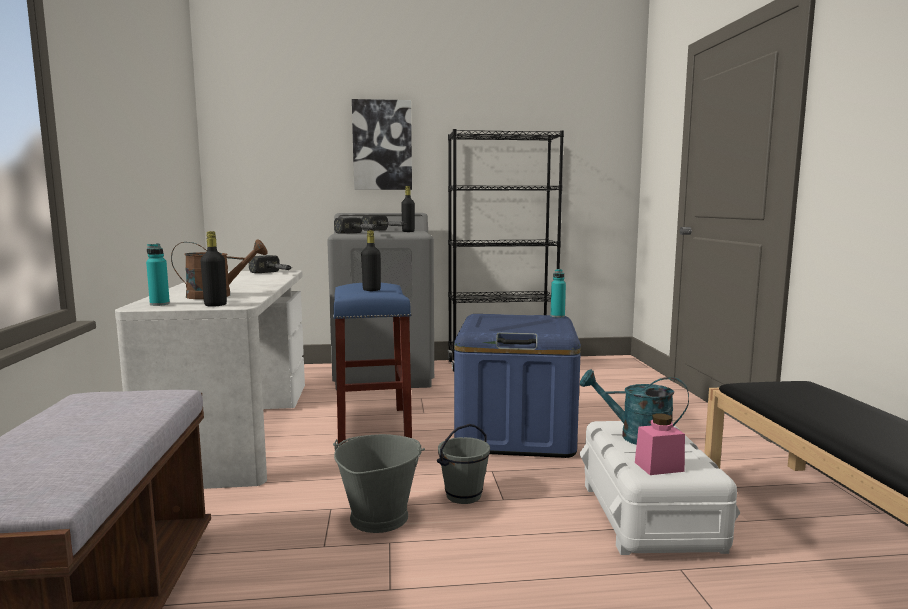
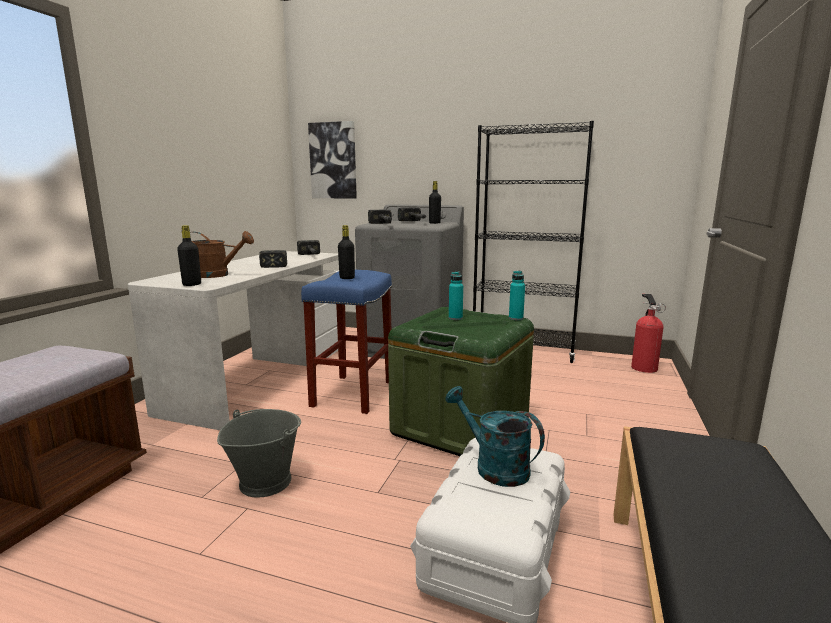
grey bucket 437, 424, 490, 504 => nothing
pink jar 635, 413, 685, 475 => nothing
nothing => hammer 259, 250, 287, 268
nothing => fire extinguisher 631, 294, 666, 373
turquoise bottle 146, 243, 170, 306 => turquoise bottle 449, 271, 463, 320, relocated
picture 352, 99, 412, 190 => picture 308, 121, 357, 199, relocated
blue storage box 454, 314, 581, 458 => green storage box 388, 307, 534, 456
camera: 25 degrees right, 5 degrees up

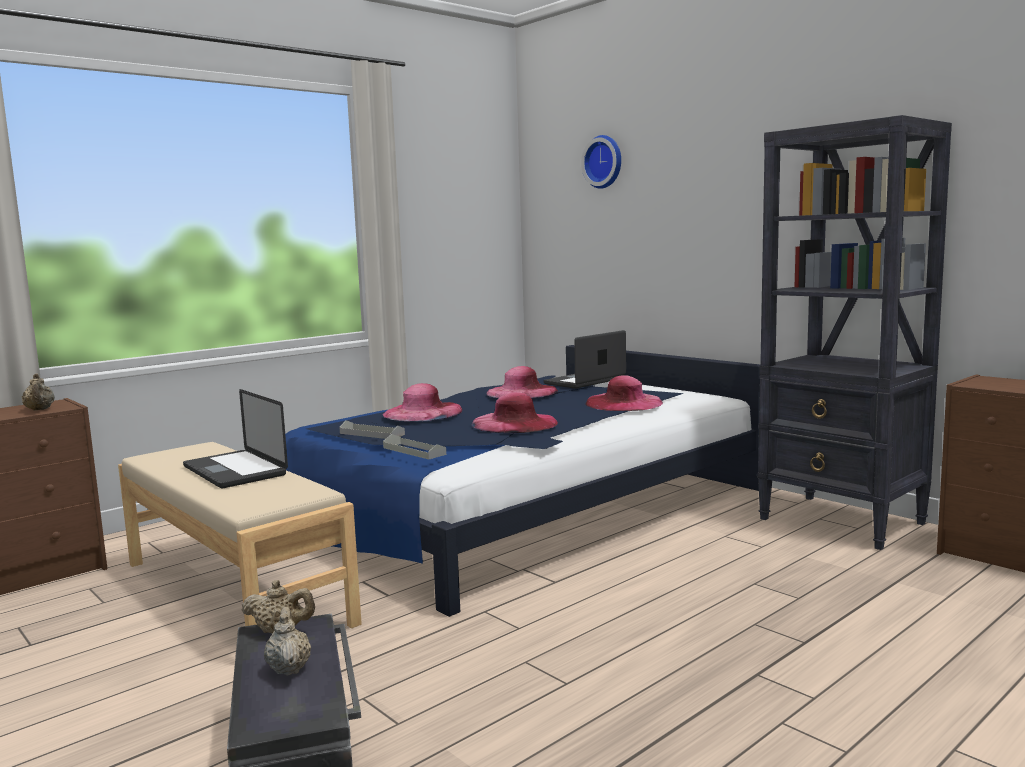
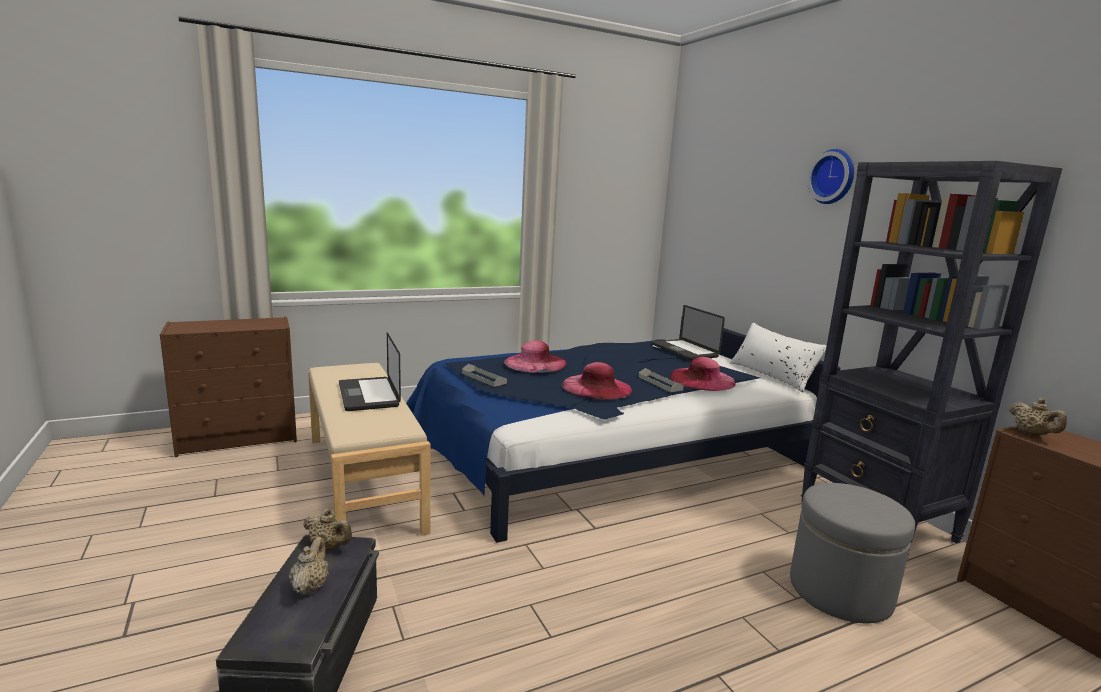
pink hat 487, 366, 558, 398 => nothing
nothing => white pillow 730, 323, 827, 393
nothing => grey ottoman 790, 483, 915, 623
beige teapot 22, 373, 55, 410 => beige teapot 1009, 398, 1067, 435, relocated
grey tray 383, 434, 446, 459 => grey tray 639, 368, 684, 392, relocated
wall clock 581, 135, 621, 189 => wall clock 807, 149, 854, 204, relocated
laptop 543, 330, 626, 389 => laptop 652, 305, 725, 360, 90 degrees counterclockwise
camera: 15 degrees right, 5 degrees up

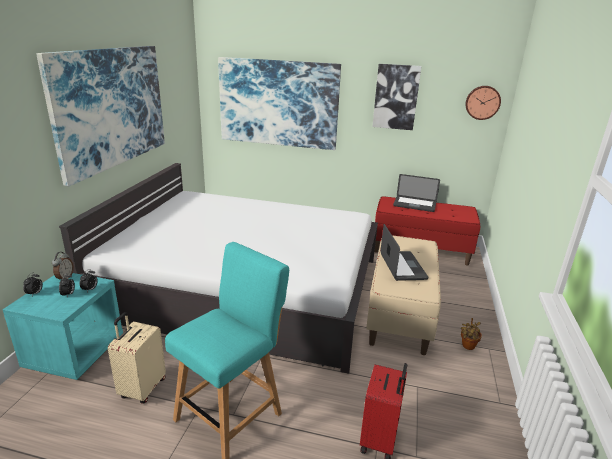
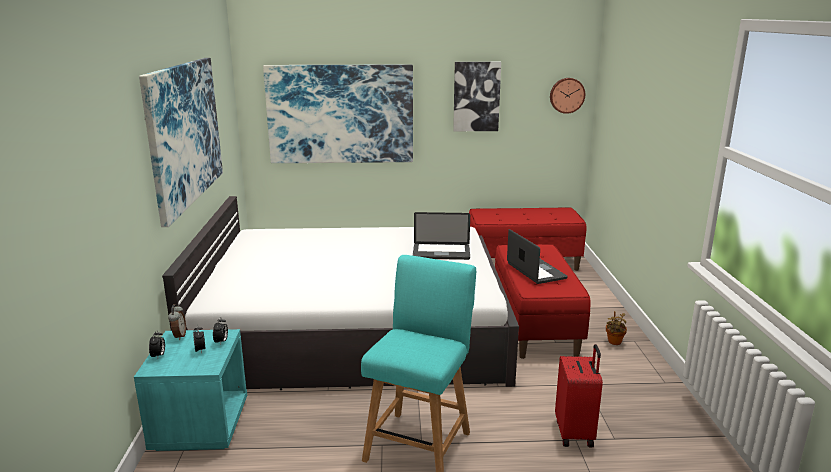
beige suitcase 108, 312, 166, 404 => nothing
laptop 393, 174, 440, 212 => laptop 413, 212, 470, 260, relocated
beige bench 366, 235, 441, 355 => red bench 495, 244, 591, 359
camera: 15 degrees left, 5 degrees down

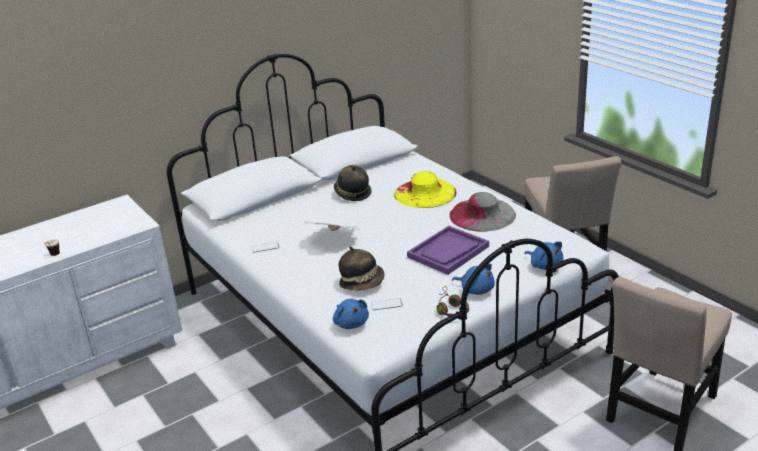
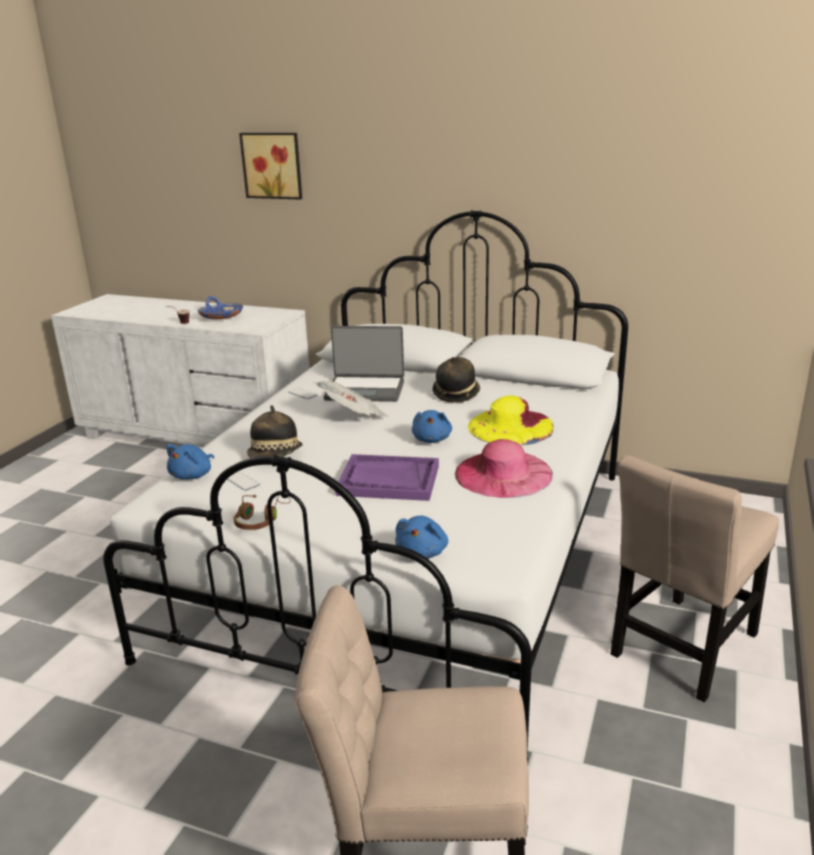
nothing => blue bowl 198, 296, 243, 319
nothing => picture 239, 133, 302, 200
nothing => laptop 324, 326, 404, 402
blue plush toy 452, 263, 495, 295 => blue plush toy 412, 410, 452, 443, relocated
grey hat 450, 192, 516, 232 => pink hat 455, 439, 553, 498
camera: 55 degrees right, 5 degrees down

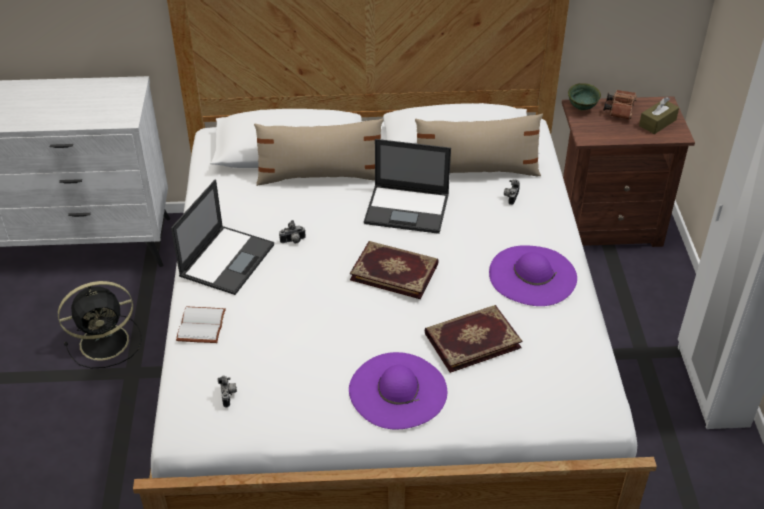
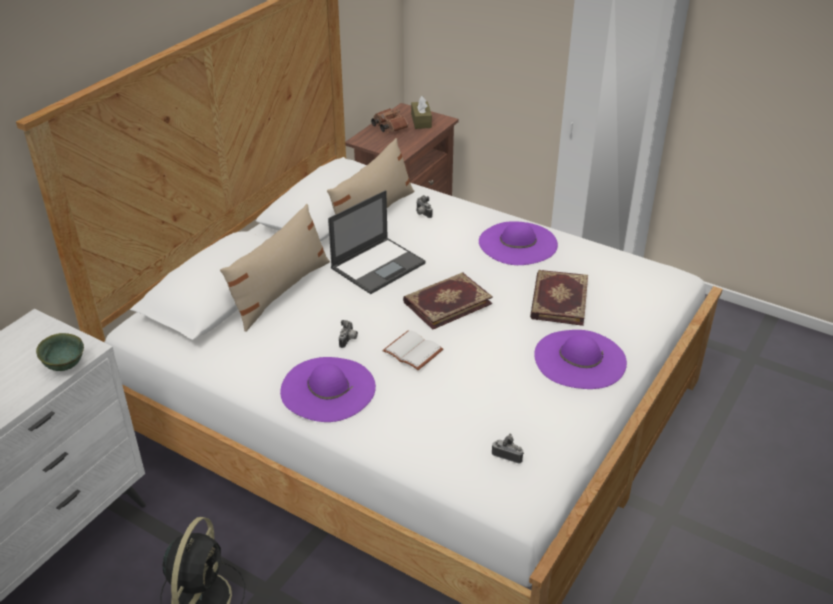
white book 176, 306, 226, 343 => white book 382, 330, 443, 370, relocated
green bowl 568, 83, 601, 110 => green bowl 36, 333, 84, 371, relocated
laptop 171, 179, 274, 295 => purple hat 280, 357, 376, 422
camera: 55 degrees left, 5 degrees down

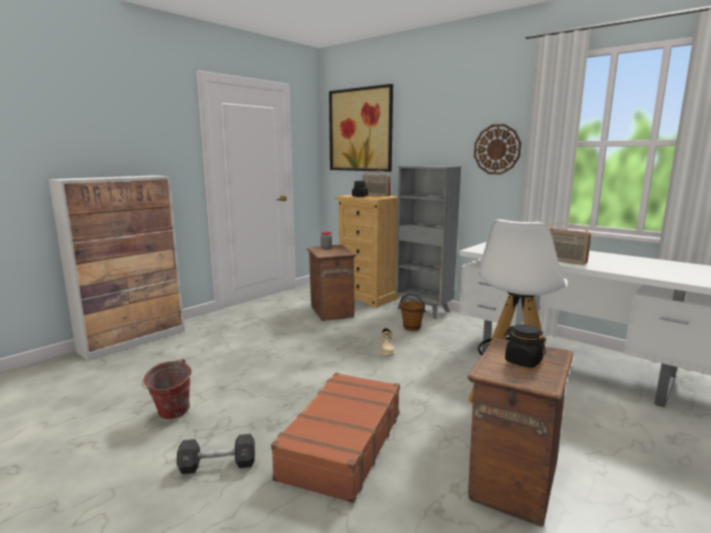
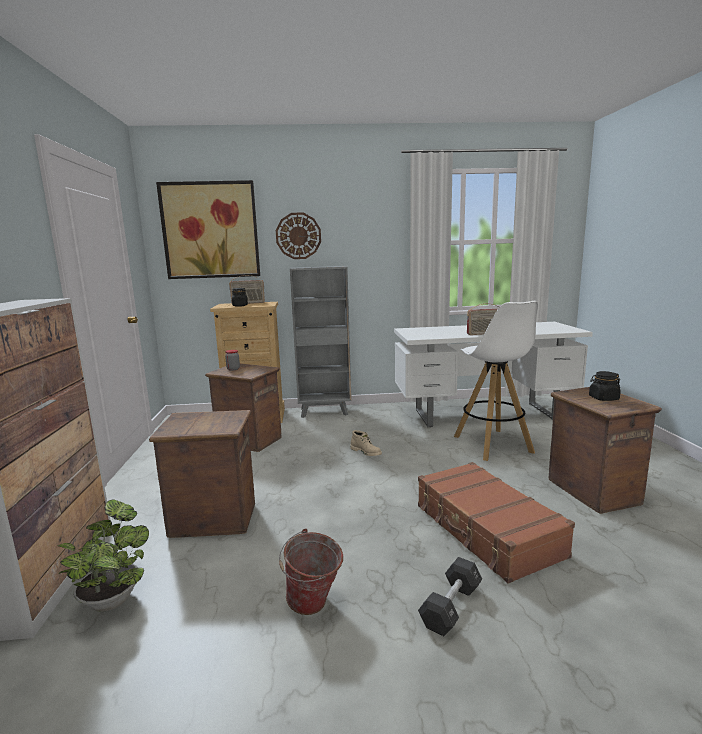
brown bucket 399, 294, 426, 331 => nothing
nothing => potted plant 57, 499, 149, 612
nothing => crate 149, 410, 255, 538
wall clock 474, 124, 521, 175 => wall clock 276, 212, 321, 259, relocated
camera: 45 degrees left, 0 degrees up

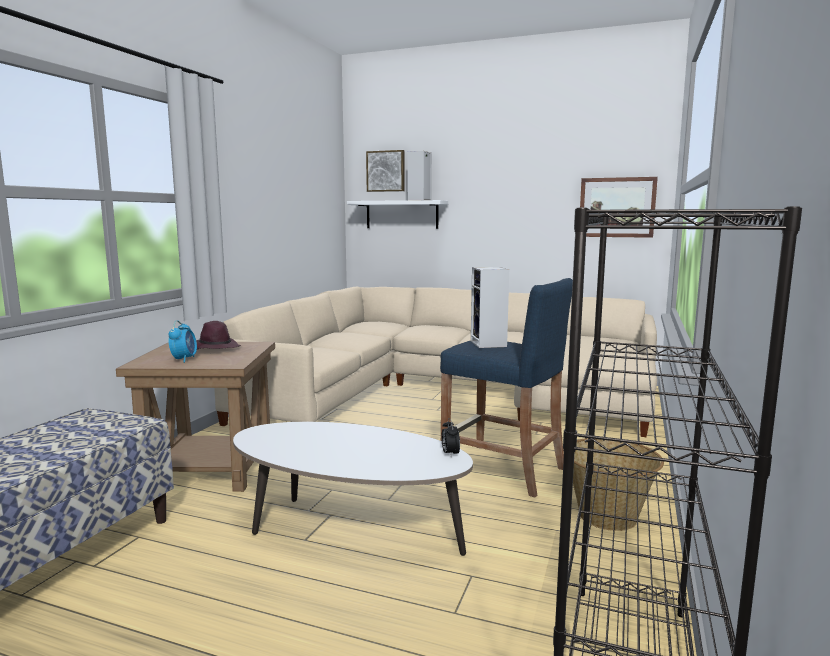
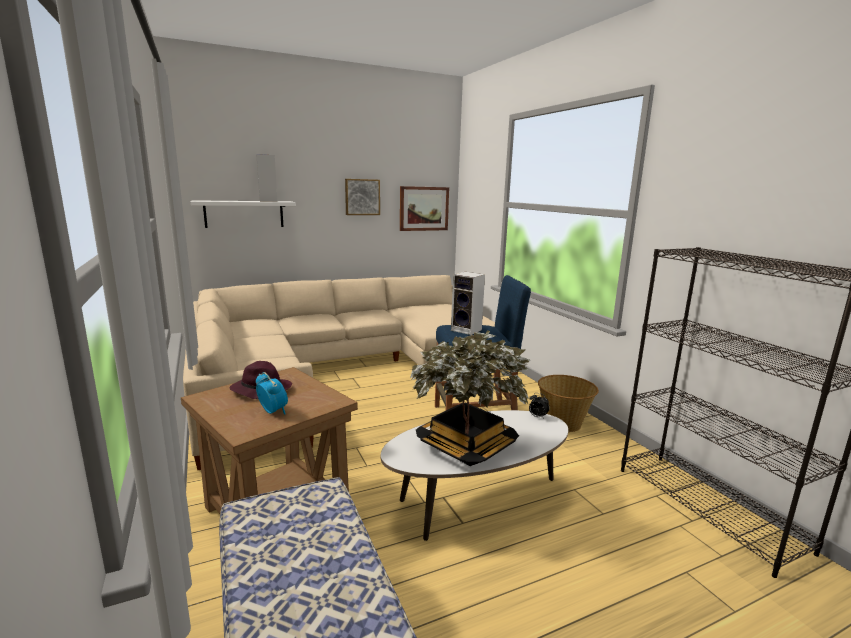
nothing => potted plant 410, 330, 530, 466
picture 366, 150, 405, 192 => picture 345, 179, 380, 215, relocated
camera: 45 degrees left, 5 degrees up

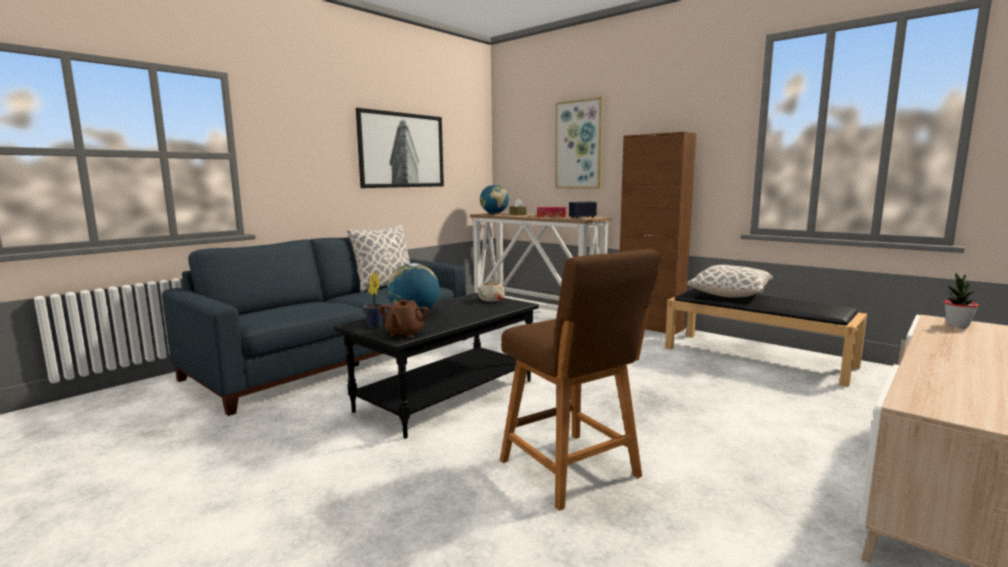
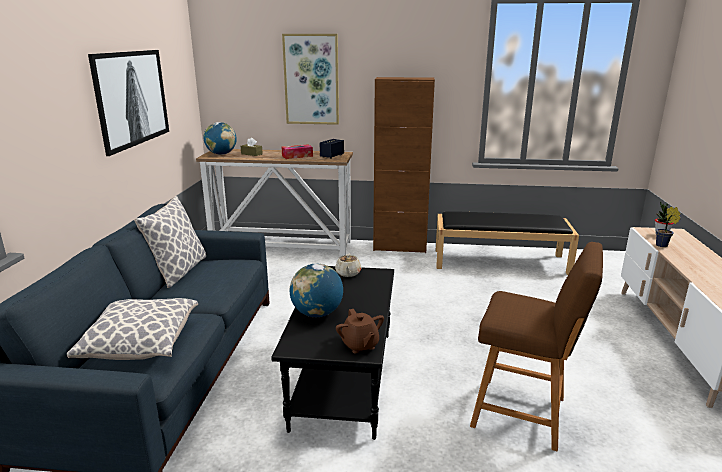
potted plant 363, 272, 384, 327 => potted plant 656, 206, 681, 247, relocated
pillow 687, 265, 773, 298 => pillow 67, 298, 198, 360, relocated
camera: 35 degrees left, 10 degrees up

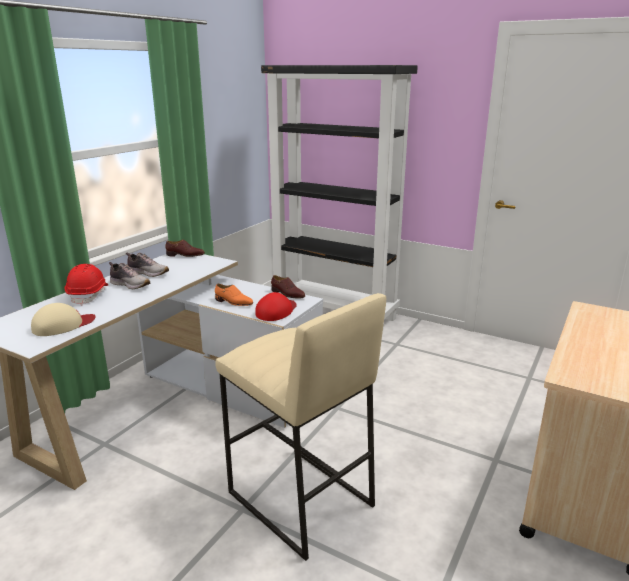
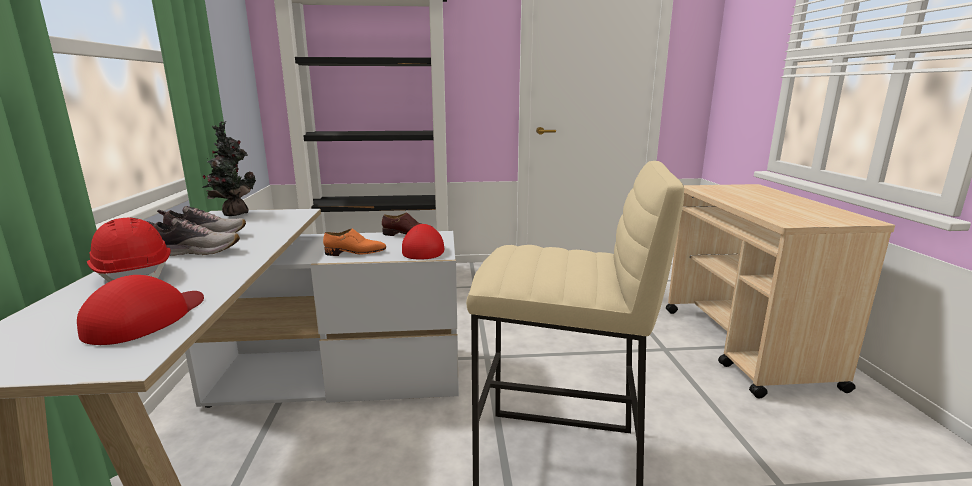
brown shoe 165, 240, 205, 257 => potted plant 202, 121, 256, 216
beige cap 31, 303, 96, 336 => red cap 77, 275, 204, 345
camera: 35 degrees left, 5 degrees down

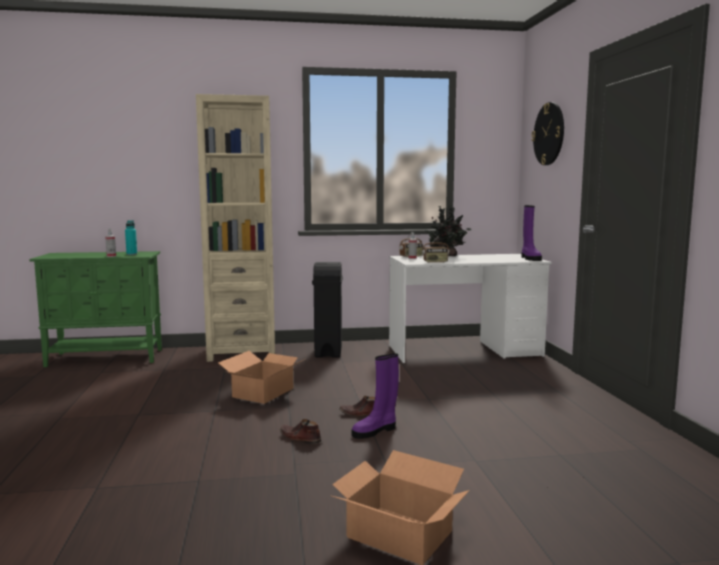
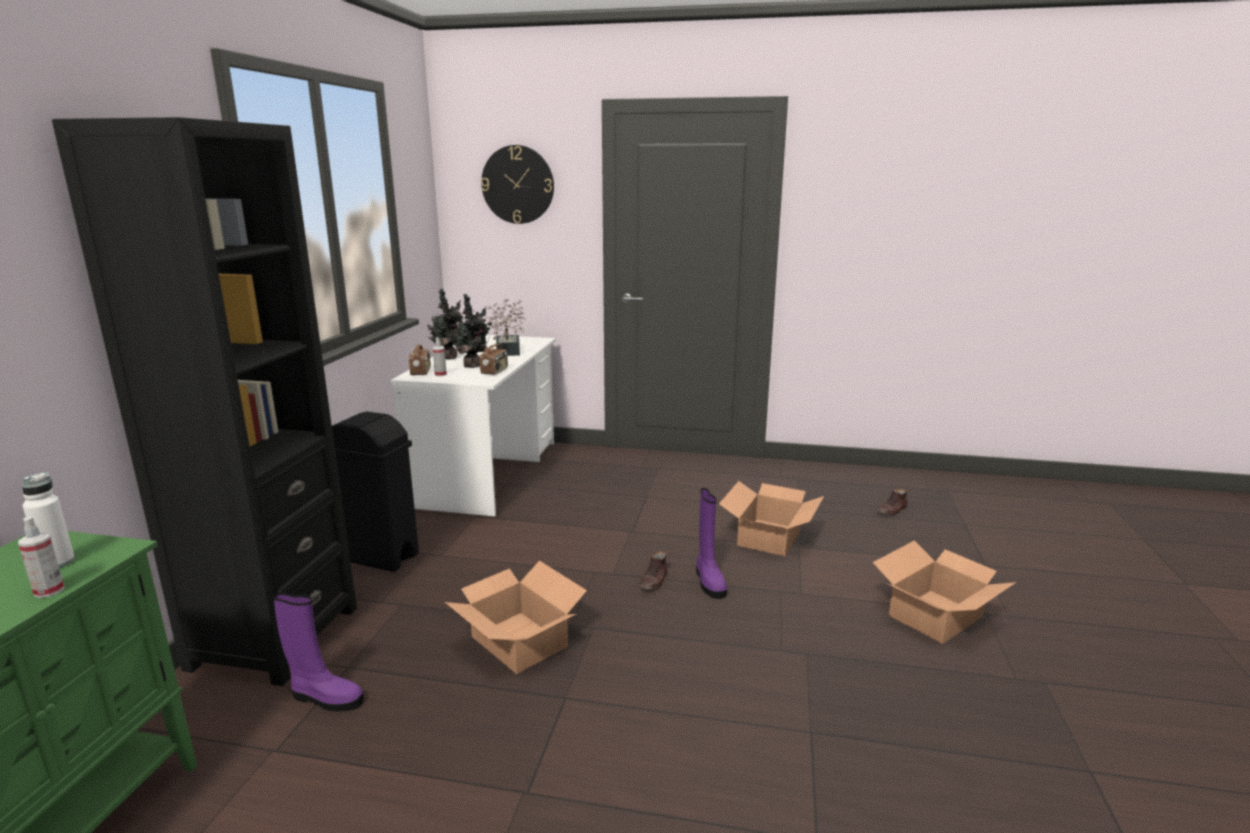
nothing => potted plant 485, 298, 525, 356
nothing => cardboard box 719, 481, 824, 556
brown shoe 280, 419, 321, 444 => brown shoe 876, 489, 908, 515, relocated
purple boot 521, 205, 542, 261 => purple boot 273, 593, 364, 712, relocated
turquoise bottle 125, 220, 137, 255 => white bottle 22, 472, 75, 568
beige bookcase 196, 94, 275, 362 => black bookcase 52, 117, 357, 686
camera: 70 degrees left, 10 degrees up

